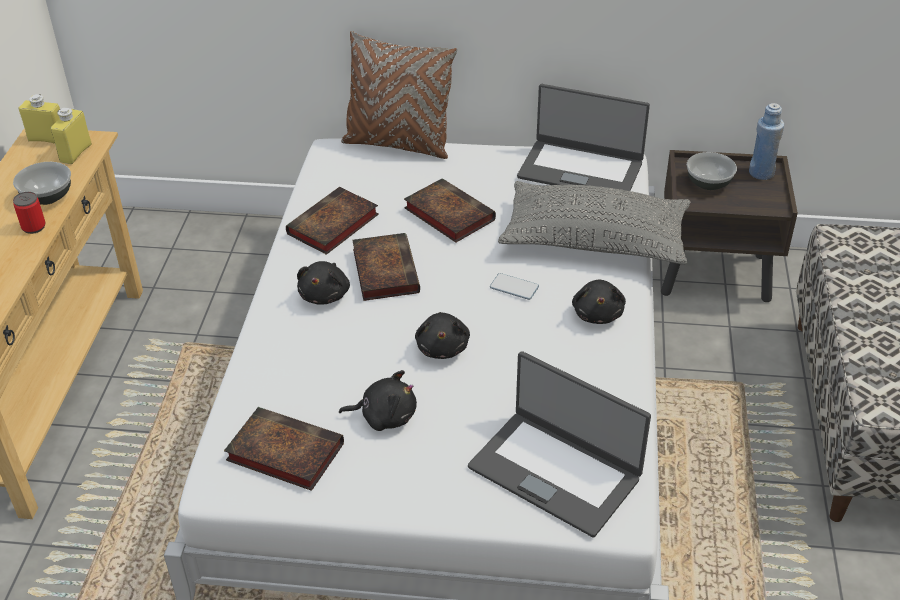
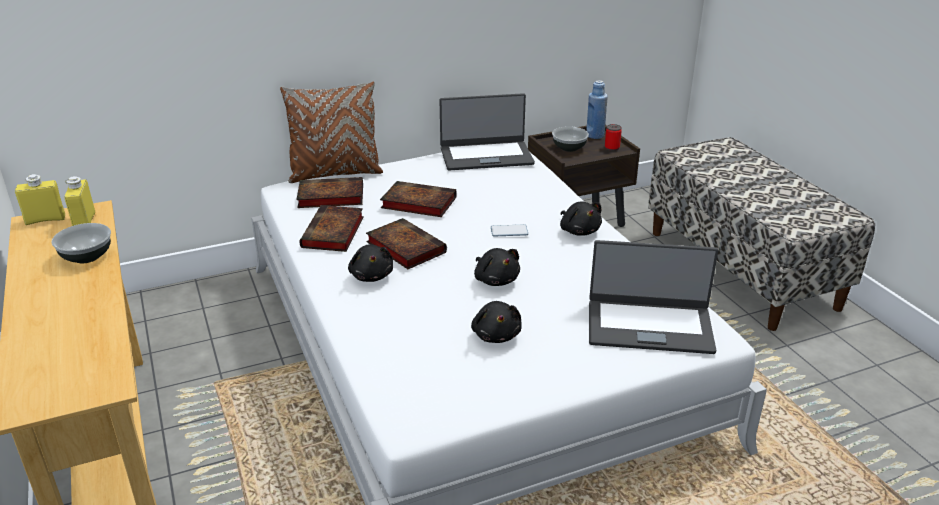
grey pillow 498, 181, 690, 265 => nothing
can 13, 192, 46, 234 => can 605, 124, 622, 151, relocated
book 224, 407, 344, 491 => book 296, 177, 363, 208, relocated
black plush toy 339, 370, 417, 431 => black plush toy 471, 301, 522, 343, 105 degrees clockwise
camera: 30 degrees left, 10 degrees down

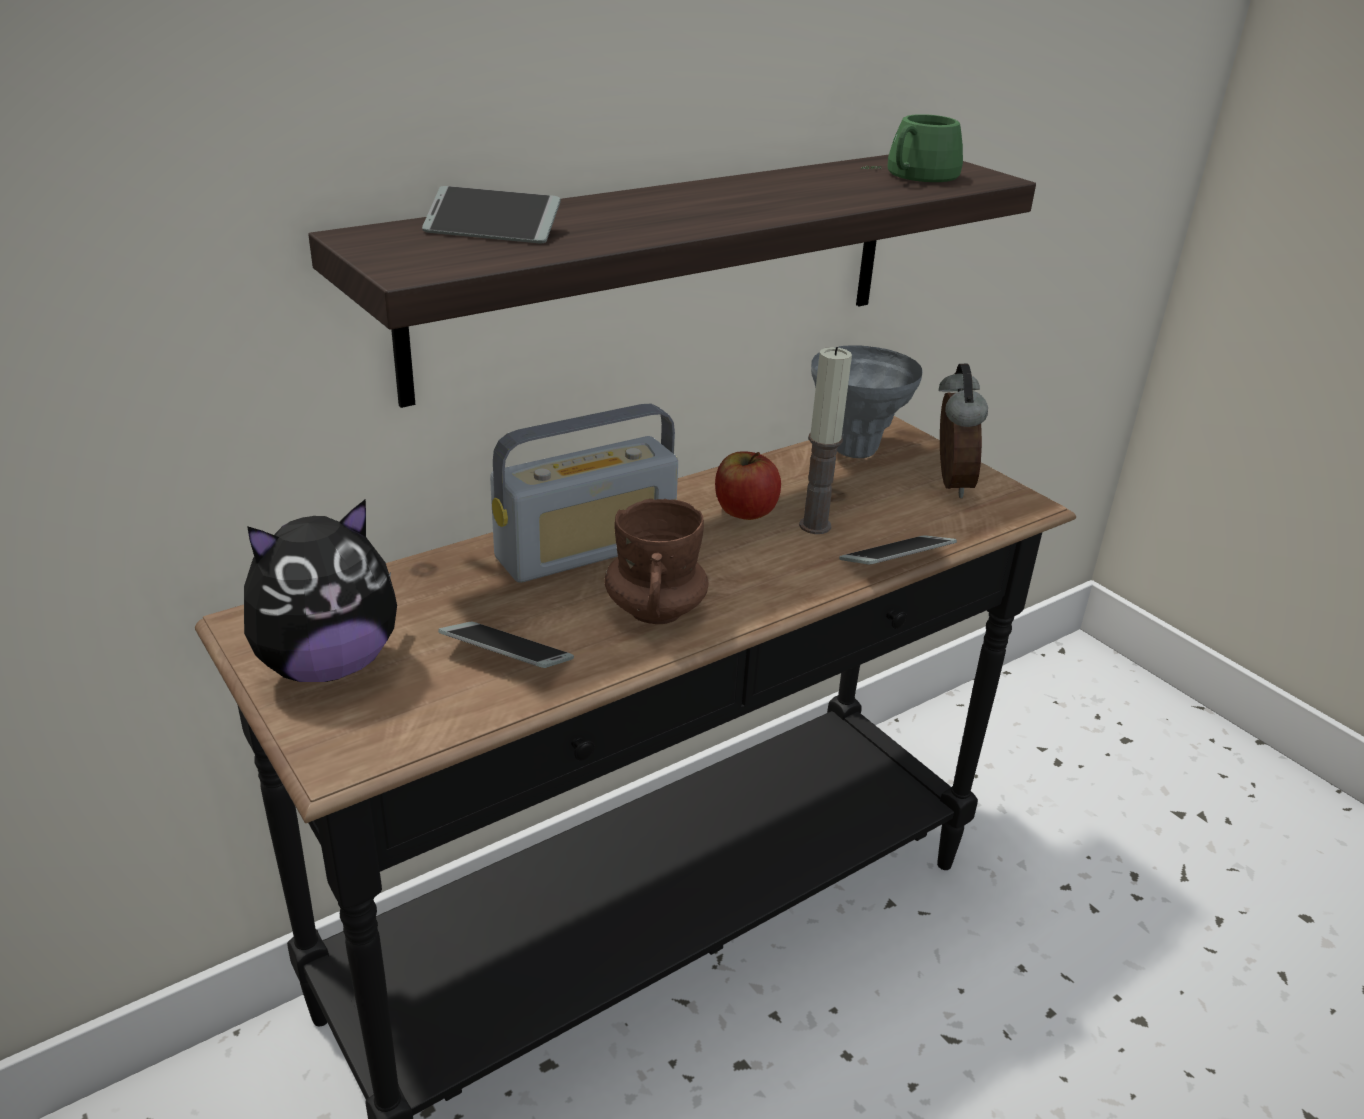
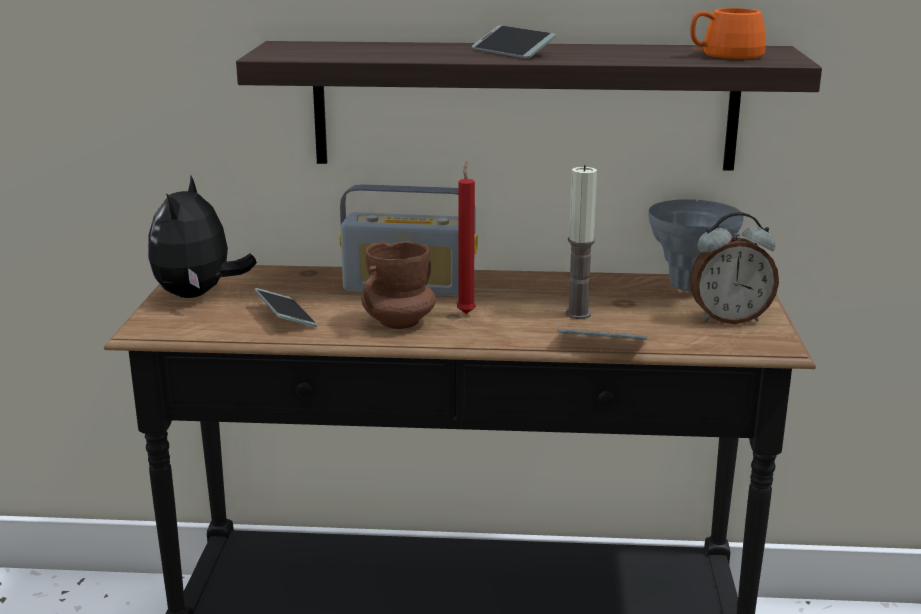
apple 715, 451, 781, 520 => nothing
nothing => red candle 457, 161, 476, 314
phone 422, 186, 561, 243 => phone 472, 25, 556, 59, relocated
green mug 861, 114, 963, 182 => orange mug 690, 8, 766, 59
plush toy 244, 499, 397, 682 => plush toy 148, 174, 257, 298, 90 degrees clockwise
alarm clock 939, 364, 988, 498 => alarm clock 690, 212, 779, 324, 45 degrees clockwise
camera: 40 degrees right, 10 degrees down

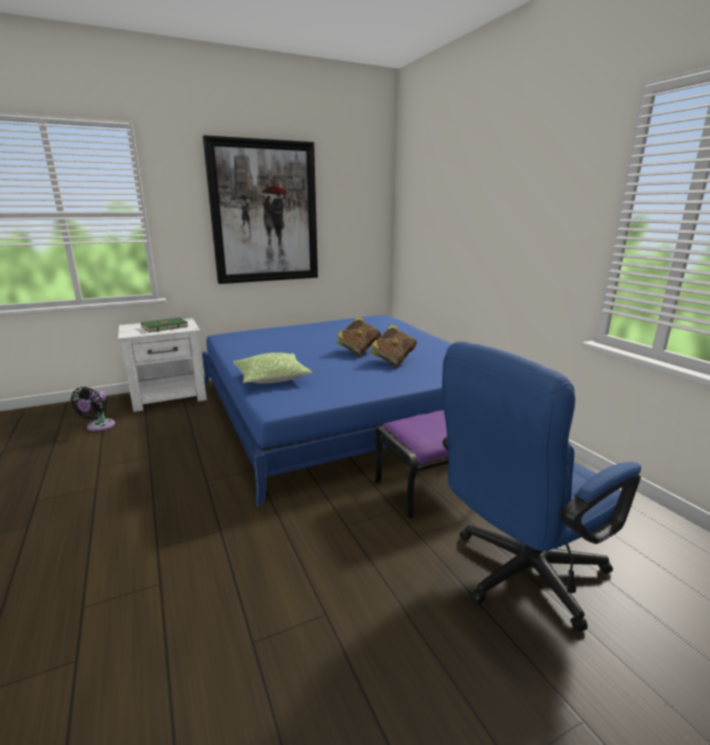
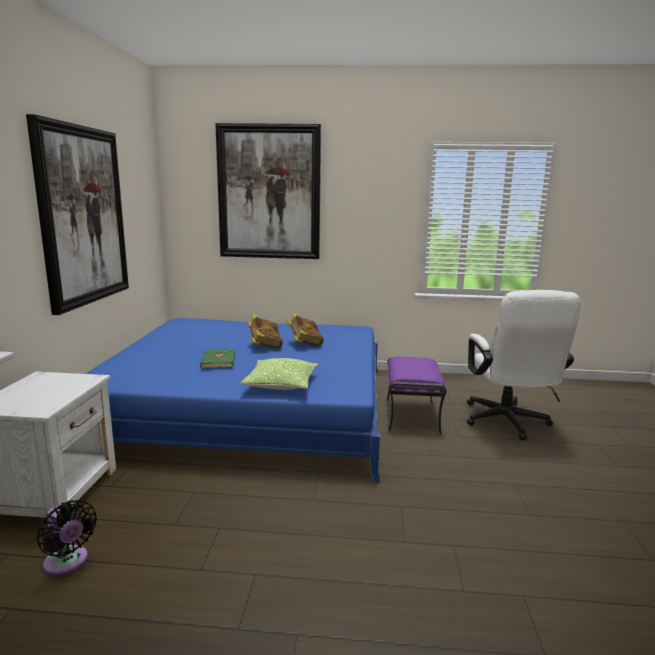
nothing => picture 215, 123, 321, 259
green book 141, 317, 188, 333 => green book 200, 349, 235, 368, relocated
blue office chair 442, 342, 641, 632 => white office chair 467, 290, 581, 440
camera: 60 degrees left, 5 degrees down

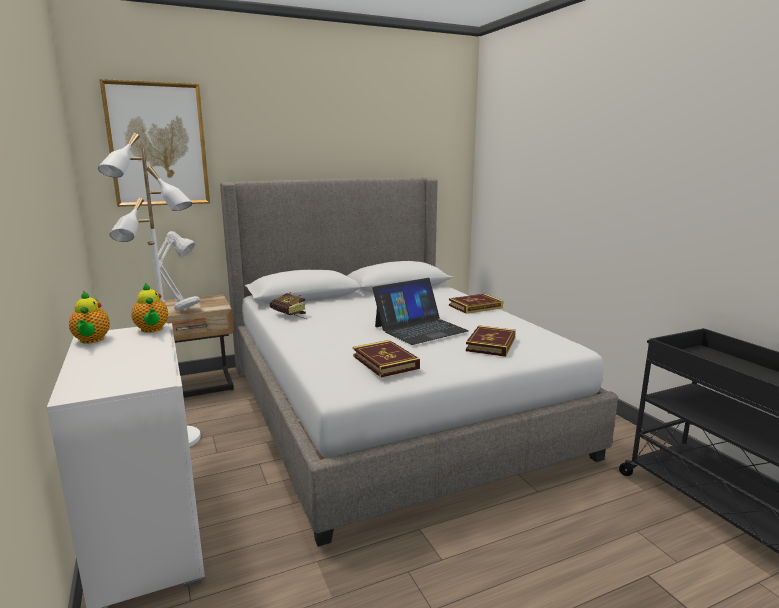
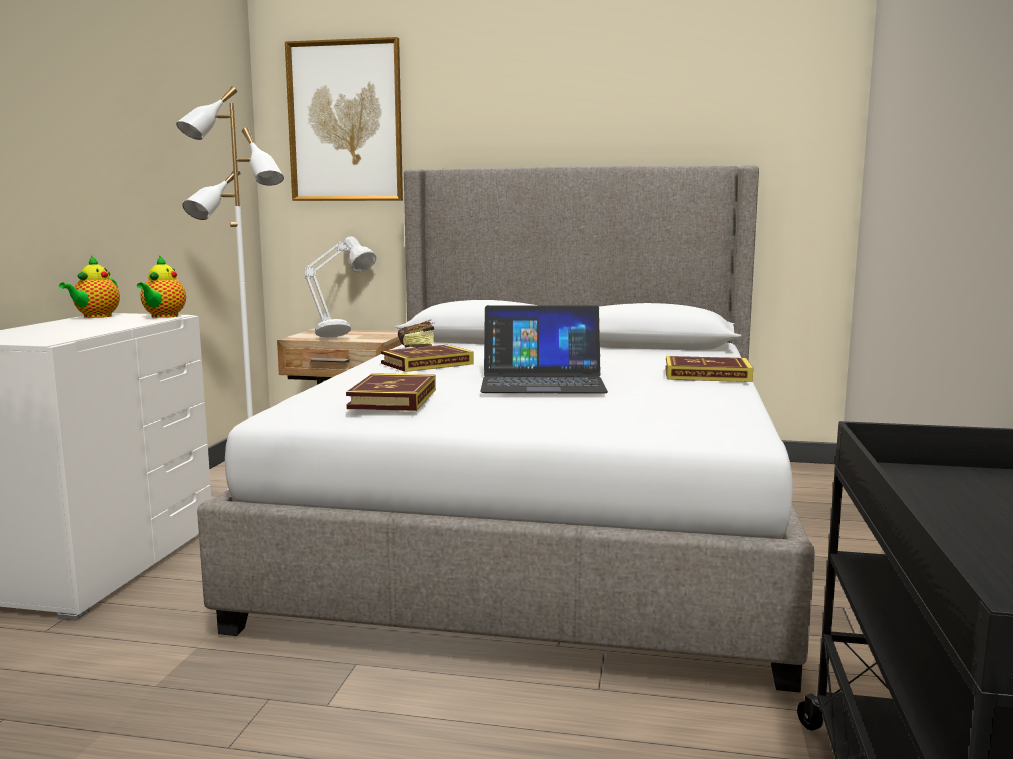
book 466, 325, 516, 357 => book 381, 345, 474, 372, relocated
camera: 35 degrees right, 5 degrees down

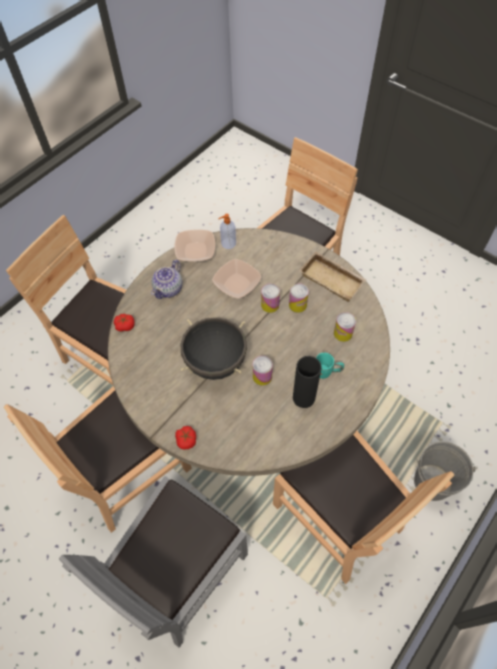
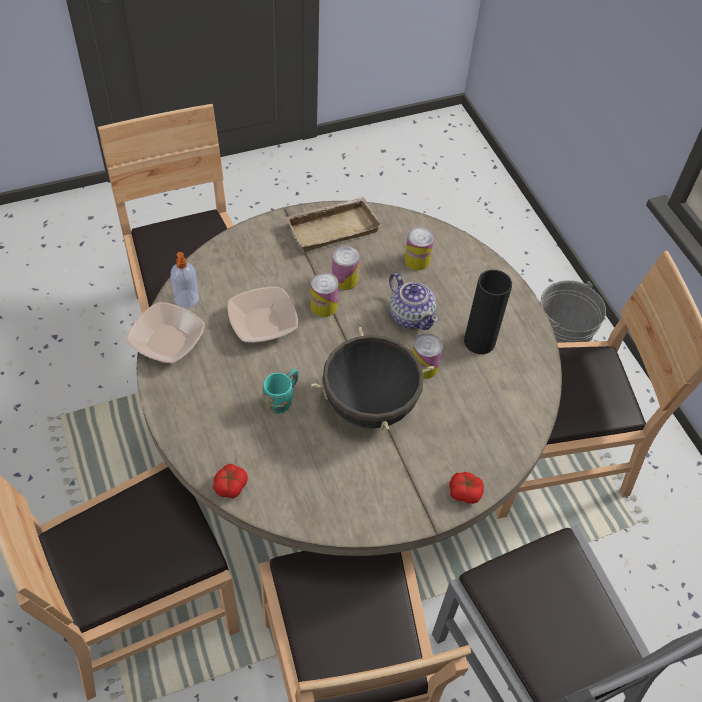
teapot 151, 260, 182, 299 => teapot 389, 273, 439, 330, relocated
turquoise mug 316, 353, 344, 379 => turquoise mug 262, 369, 298, 414, relocated
camera: 65 degrees left, 5 degrees down

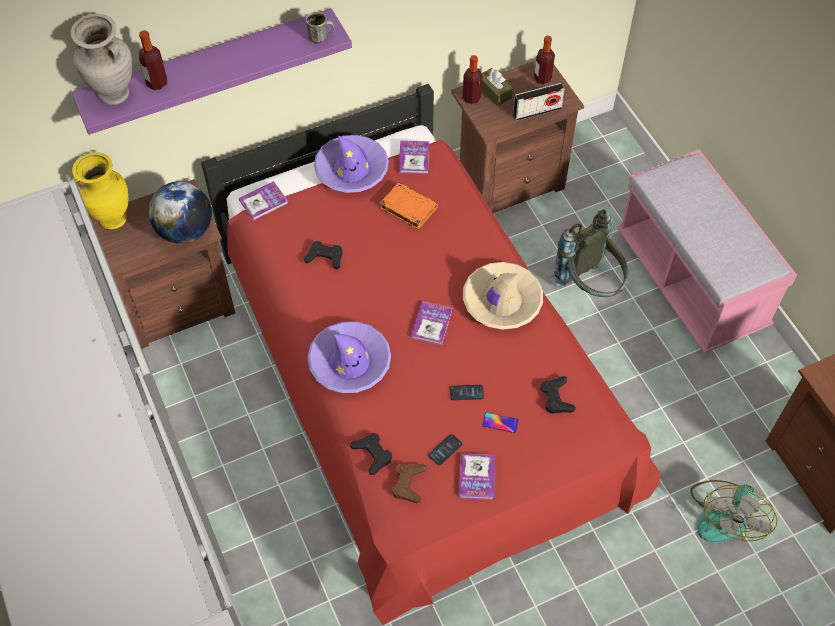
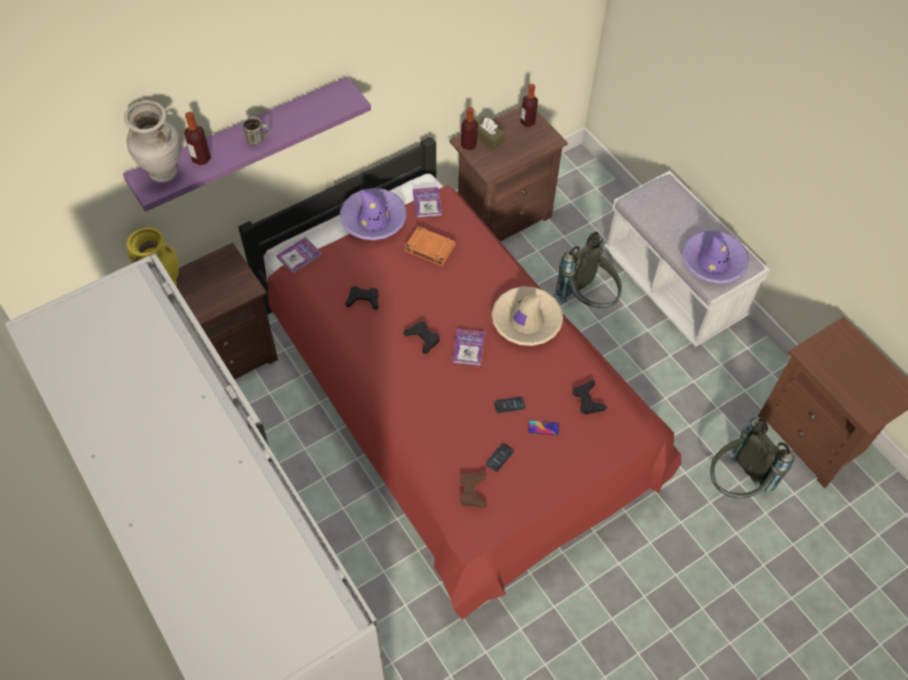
globe 149, 181, 212, 244 => nothing
book 459, 453, 495, 500 => nothing
radio 513, 83, 565, 121 => nothing
mug 306, 11, 334, 44 => mug 242, 117, 270, 146, relocated
purple hat 307, 321, 391, 393 => purple hat 682, 230, 749, 284, relocated
black game controller 350, 433, 392, 475 => black game controller 404, 321, 440, 354, relocated
fan 690, 480, 777, 542 => grey backpack 710, 417, 794, 498
pink bench 617, 149, 797, 354 => white bench 604, 171, 770, 347
camera: 10 degrees left, 0 degrees up

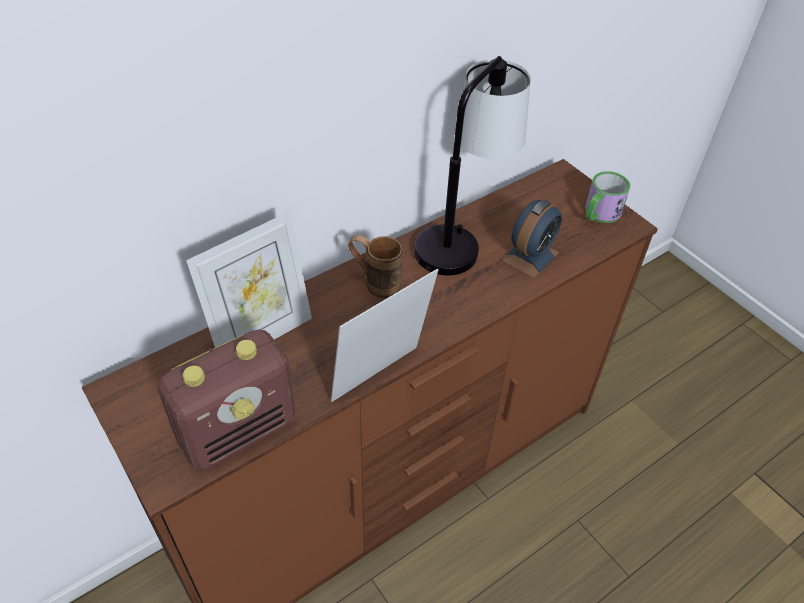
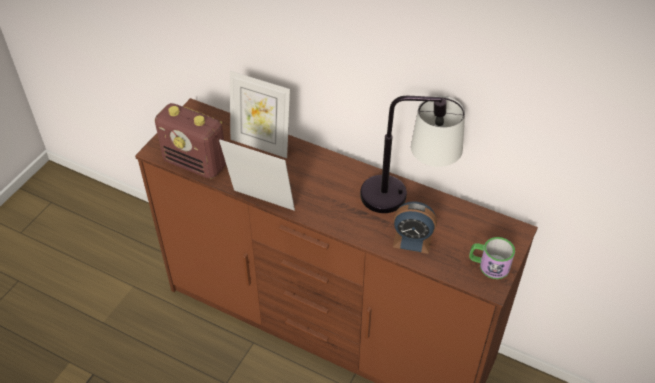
brown mug 348, 235, 403, 299 => nothing
camera: 65 degrees right, 0 degrees up

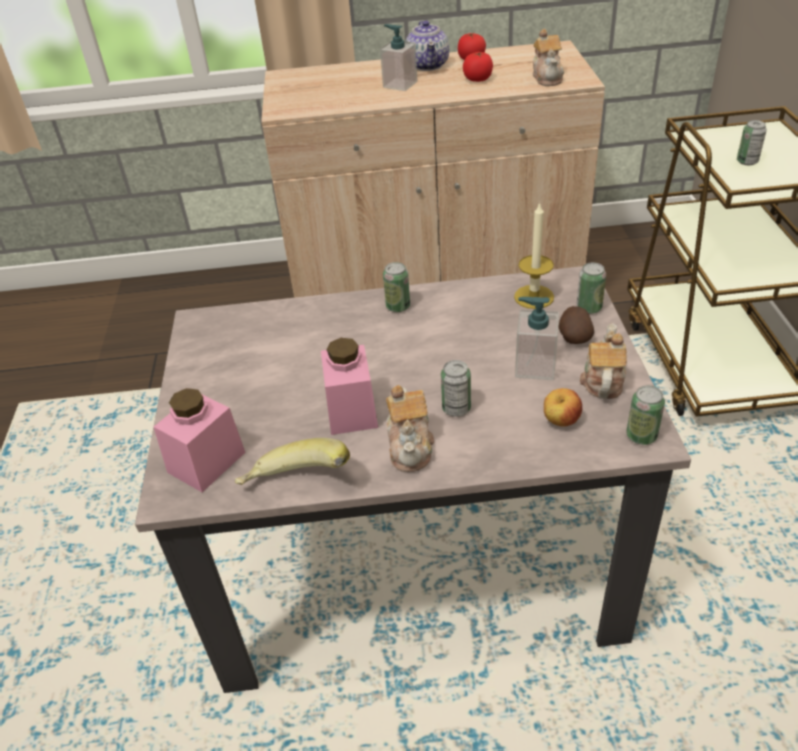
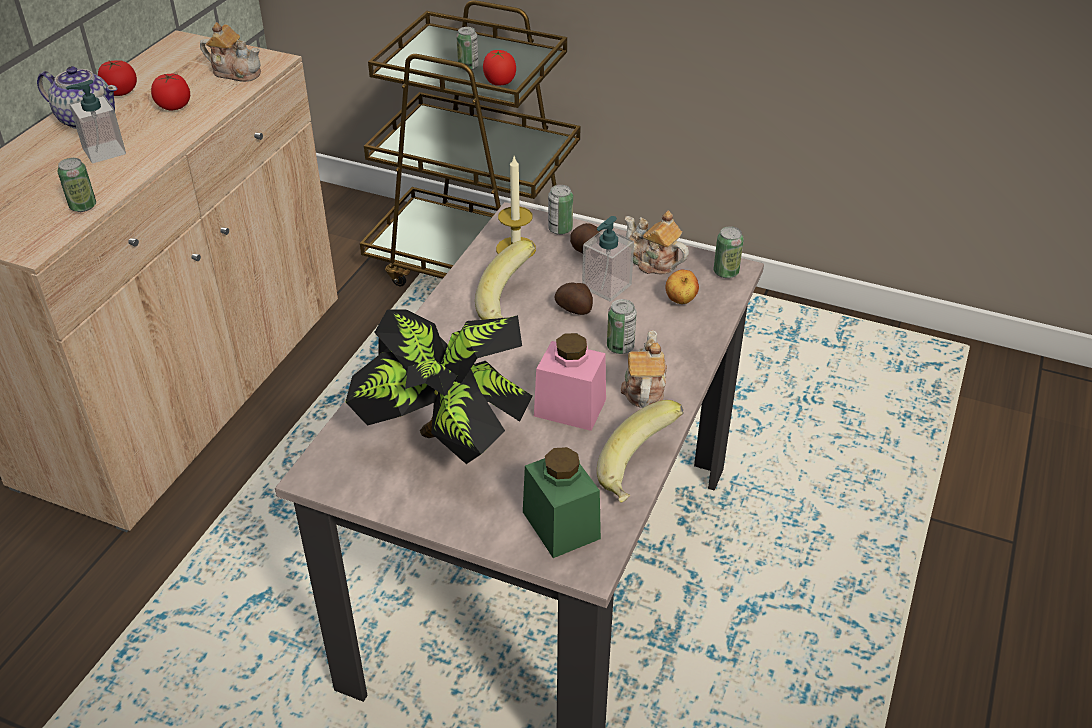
nothing => potted plant 346, 309, 533, 464
nothing => banana 475, 240, 535, 320
nothing => tomato 483, 50, 516, 86
nothing => potato 554, 283, 593, 315
can 383, 262, 410, 312 => can 58, 158, 96, 212, relocated
pink jar 154, 388, 245, 492 => green jar 523, 447, 601, 558
teapot 386, 385, 434, 472 => teapot 621, 330, 667, 408, 105 degrees counterclockwise
camera: 65 degrees left, 0 degrees up

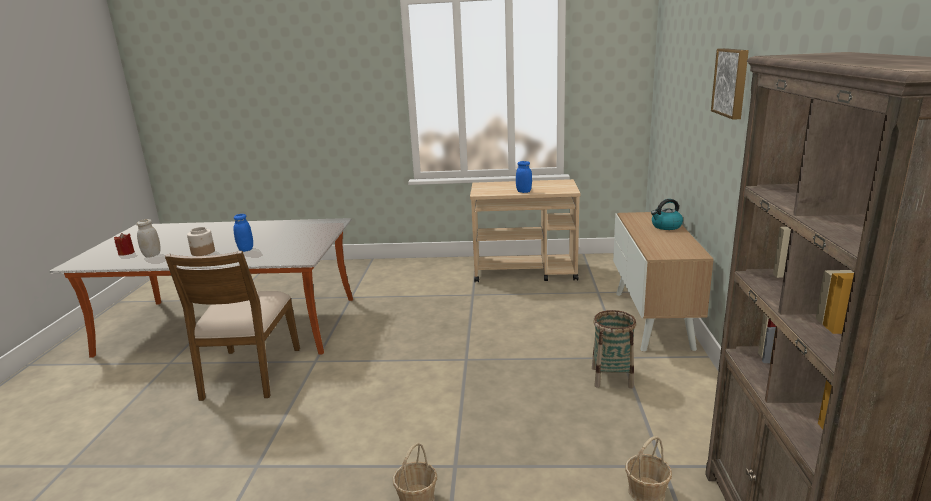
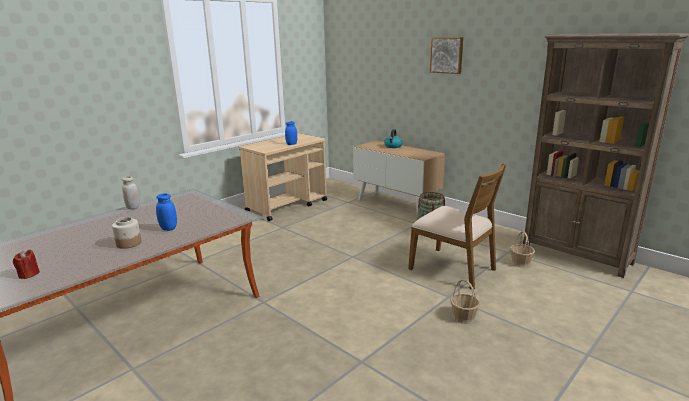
white jar 136, 219, 160, 258 => white jar 122, 176, 140, 209, relocated
brown chair 165, 251, 300, 401 => brown chair 408, 163, 506, 289, relocated
camera: 50 degrees left, 0 degrees up

